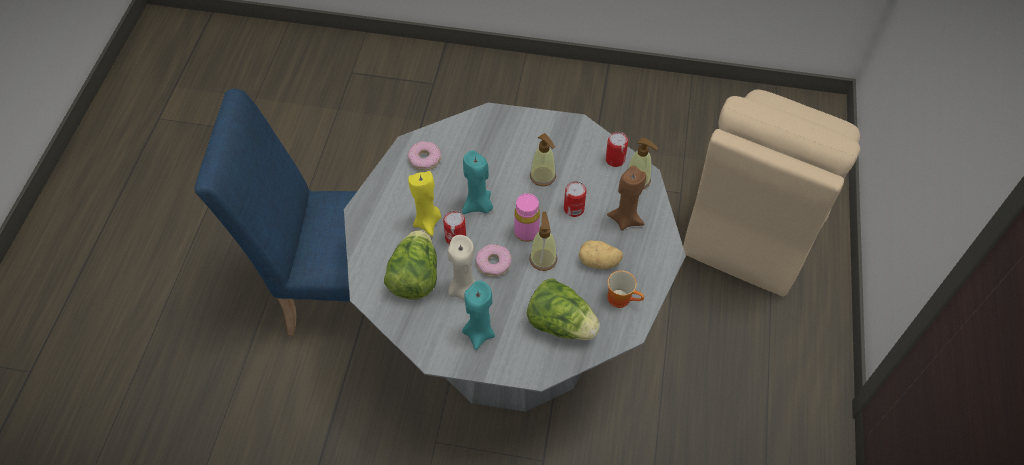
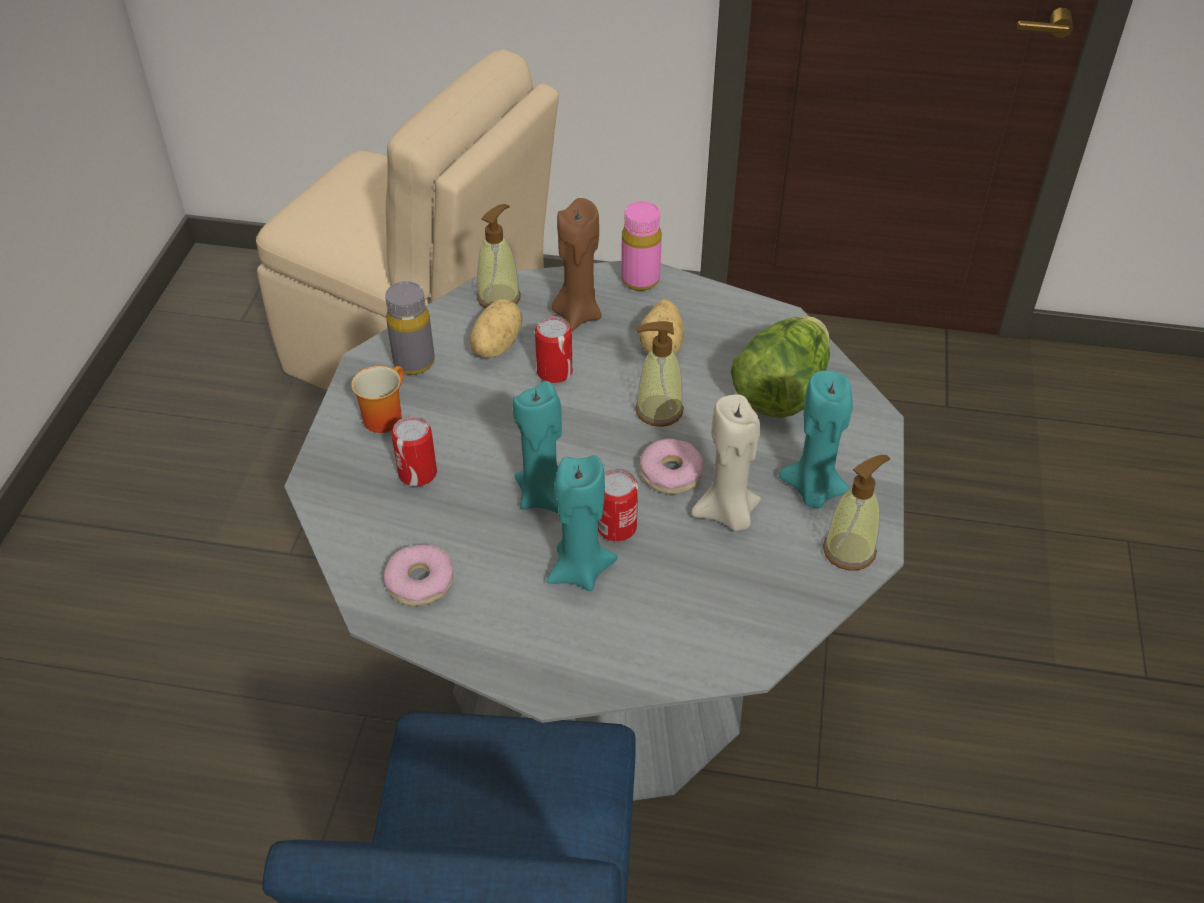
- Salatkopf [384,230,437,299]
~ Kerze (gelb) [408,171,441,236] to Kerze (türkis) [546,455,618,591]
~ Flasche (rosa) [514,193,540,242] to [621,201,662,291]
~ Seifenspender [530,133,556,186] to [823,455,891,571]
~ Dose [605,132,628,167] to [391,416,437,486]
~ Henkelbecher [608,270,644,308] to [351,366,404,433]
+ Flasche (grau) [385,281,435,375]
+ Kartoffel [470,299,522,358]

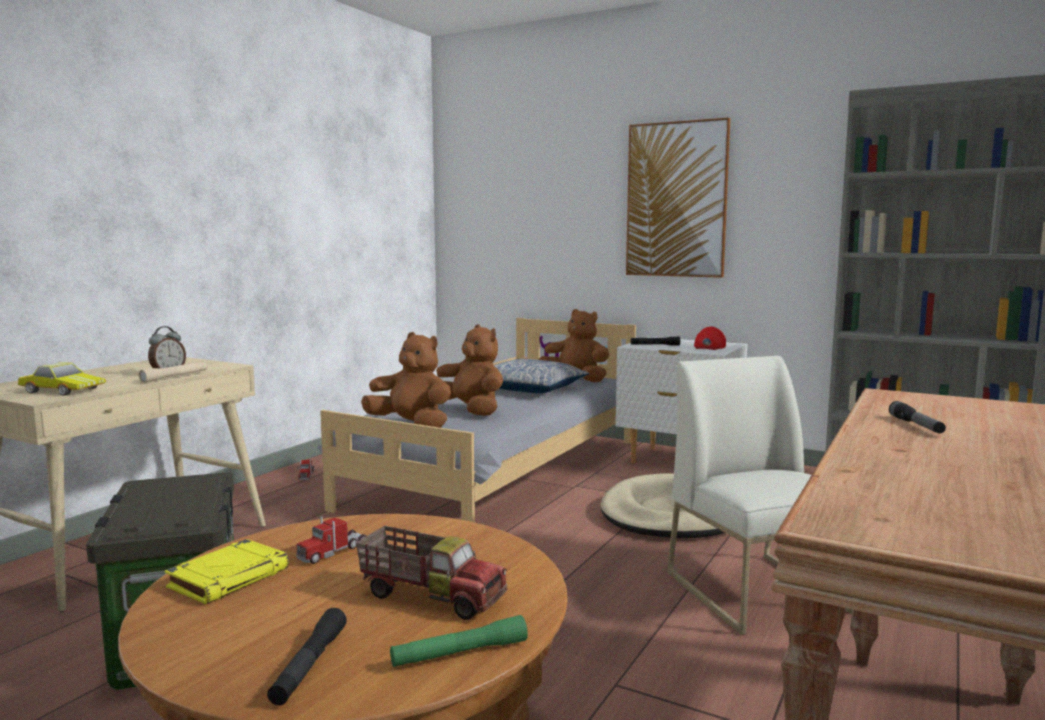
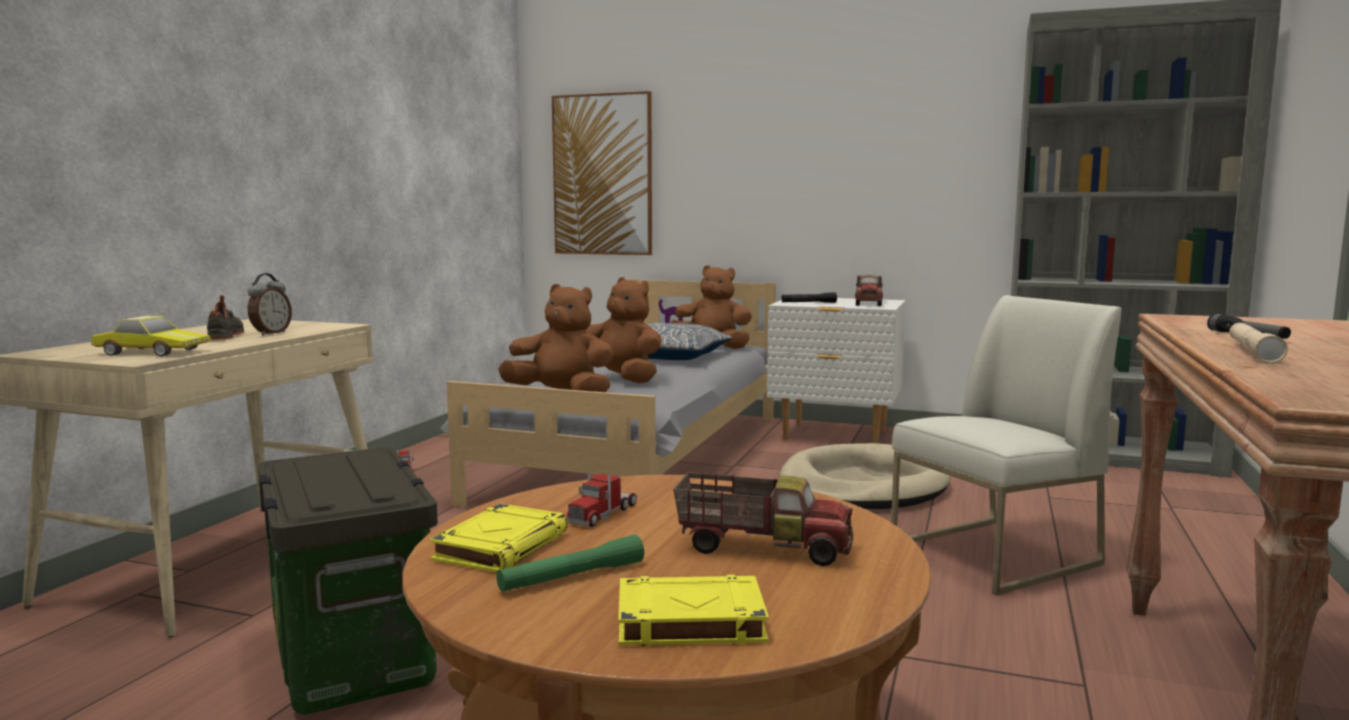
~ Taschenlampe (beige) [139,362,207,383] to [1229,322,1288,363]
~ Taschenlampe (schwarz) [267,608,347,706] to Buch (gelb) [618,575,769,646]
~ Taschenlampe (grün) [390,615,528,667] to [496,535,644,592]
~ Bild [626,118,731,278] to [552,91,652,255]
~ Stuhl (weiß) [667,356,853,635] = [891,295,1122,595] 90 degrees clockwise
~ Kappe (rot) [694,326,726,350] to Spielzeuglaster [855,275,883,306]
+ Schuh (schwarz) [207,295,244,340]

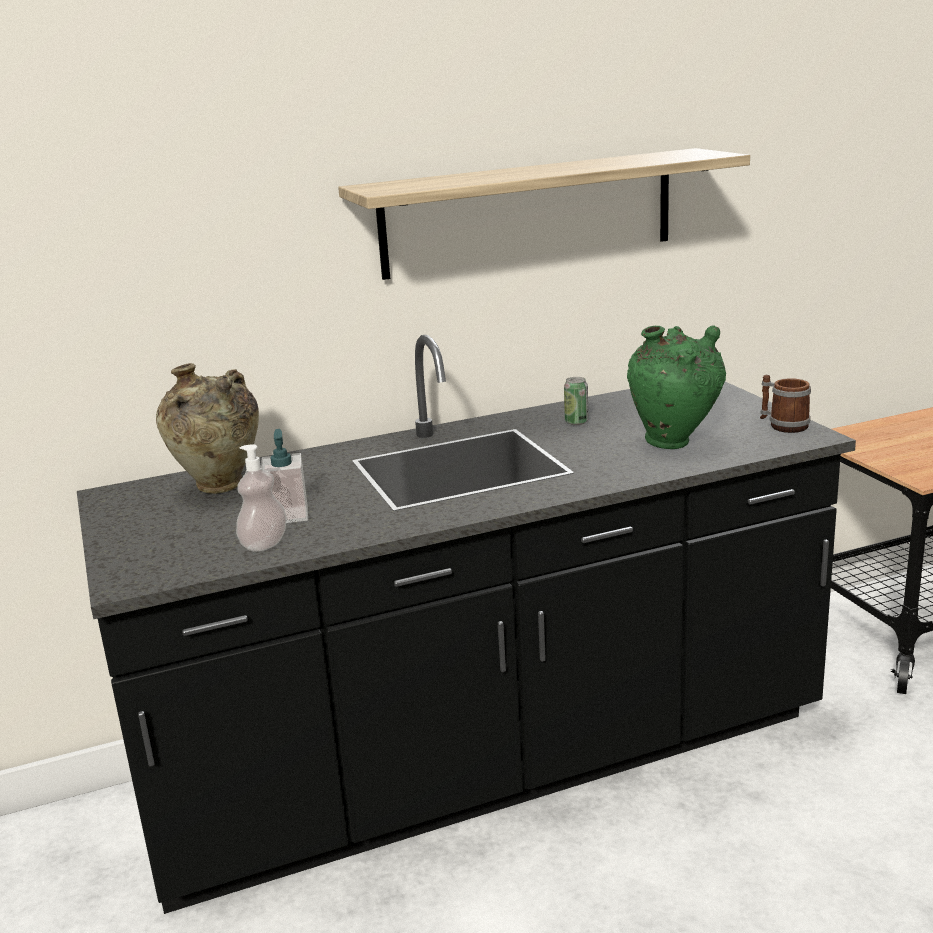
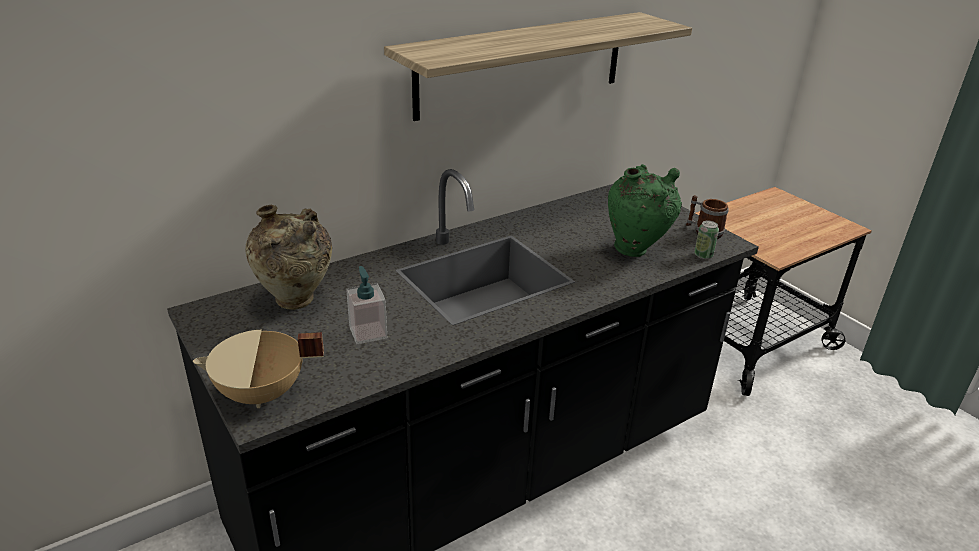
- Seifenspender [236,444,287,552]
~ Dose [564,377,588,425] to [694,221,719,259]
+ Kochtopf (beige) [193,329,324,408]

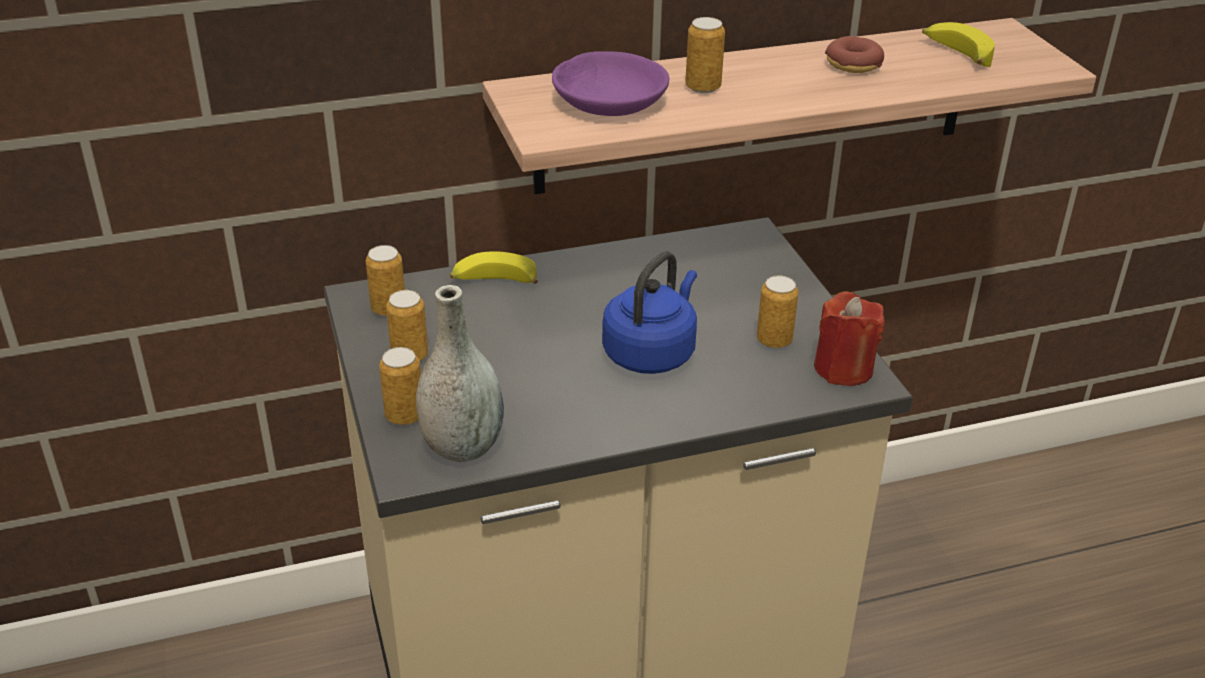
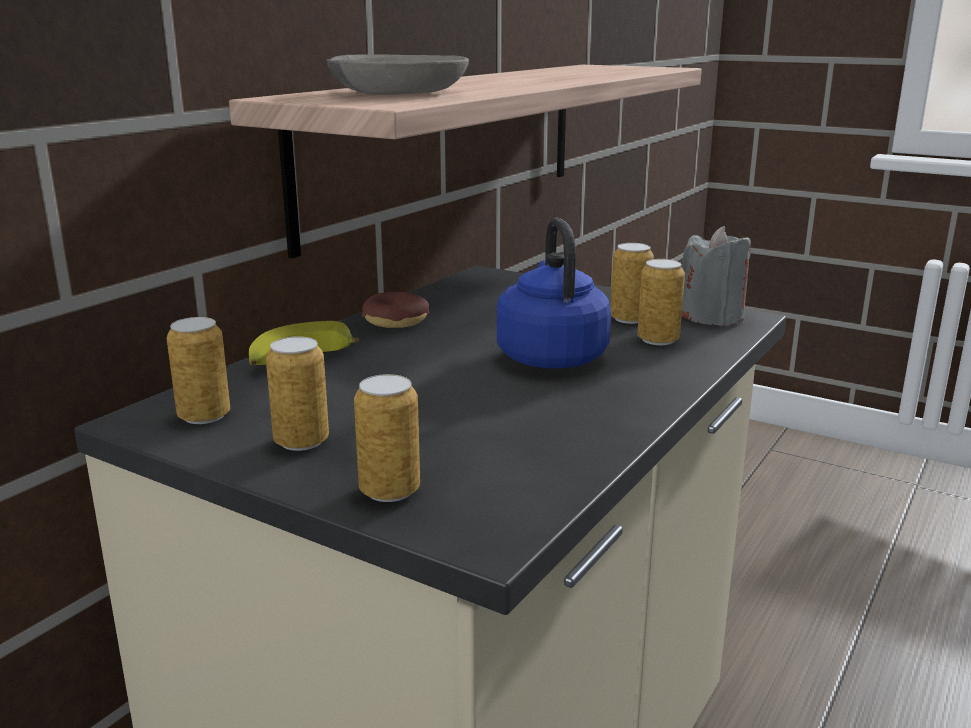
- Vase (grau) [416,285,504,462]
~ Schüssel (lila) [552,51,669,116] to Schüssel (grau) [326,54,469,95]
~ Dose [685,17,725,93] to [637,259,685,345]
~ Kerze (rot) [814,291,885,386] to Kerze (grau) [682,226,751,326]
~ Donut [825,36,884,73] to [362,292,429,328]
- Banane [922,22,995,67]

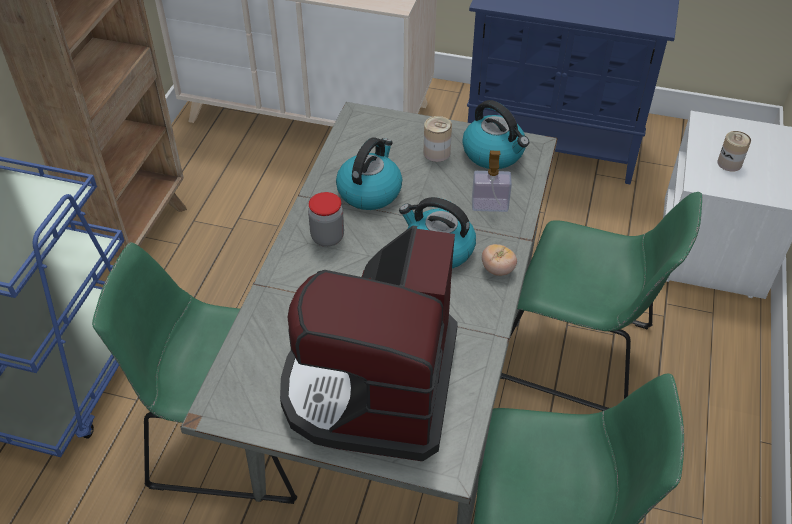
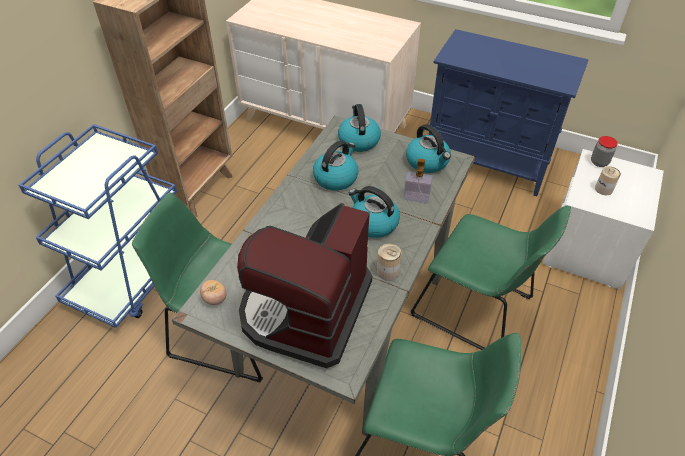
~ Vorratsglas [308,192,344,247] to [591,136,618,167]
~ Dose [424,116,452,162] to [377,244,401,281]
~ Tomate [482,244,517,276] to [200,280,226,305]
+ Wasserkessel [338,104,381,152]

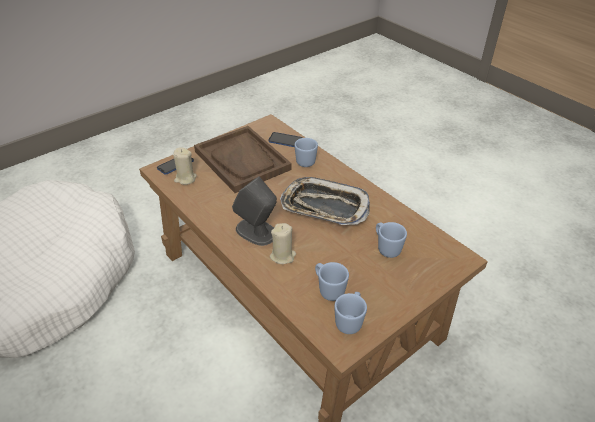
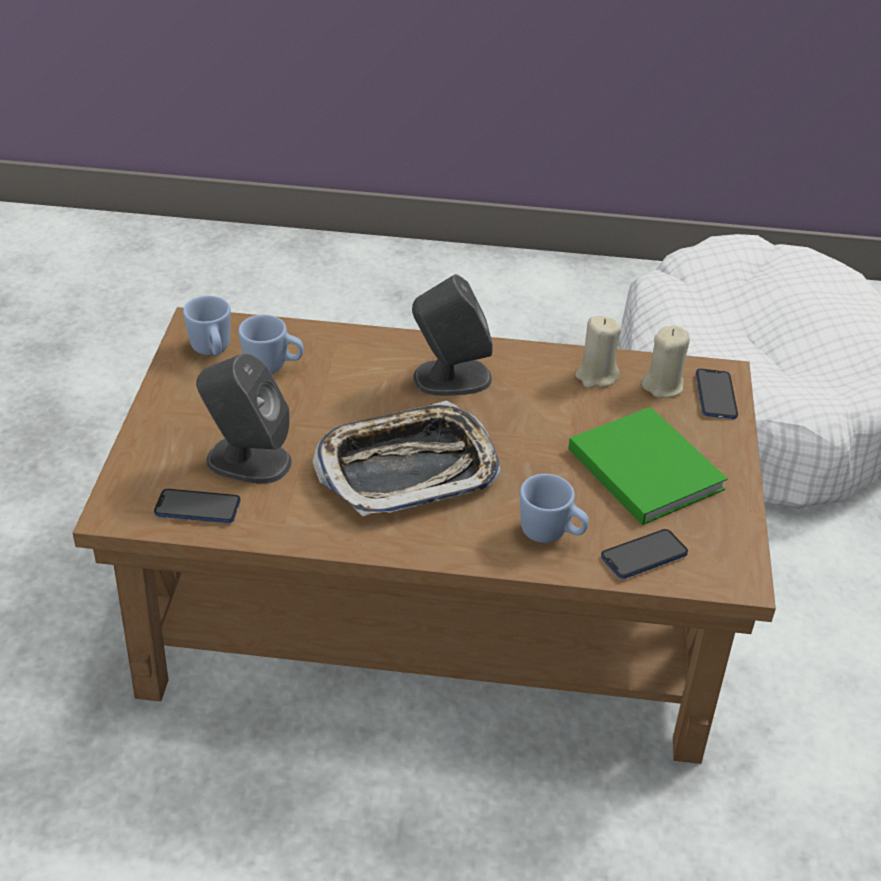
~ Tablett (braun) [194,126,292,193] to Buch (grün) [568,407,728,525]
~ Kerze (beige) [270,223,296,264] to [575,316,621,388]
~ Henkelbecher (blau) [376,222,407,258] to Lautsprecher (grau) [196,353,292,484]
+ Handy [154,489,241,523]

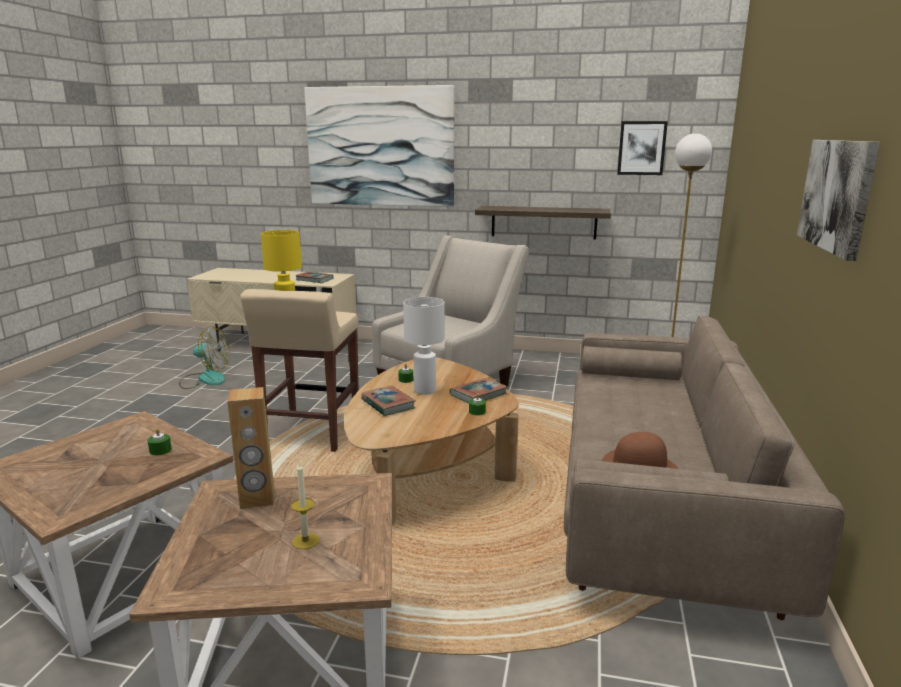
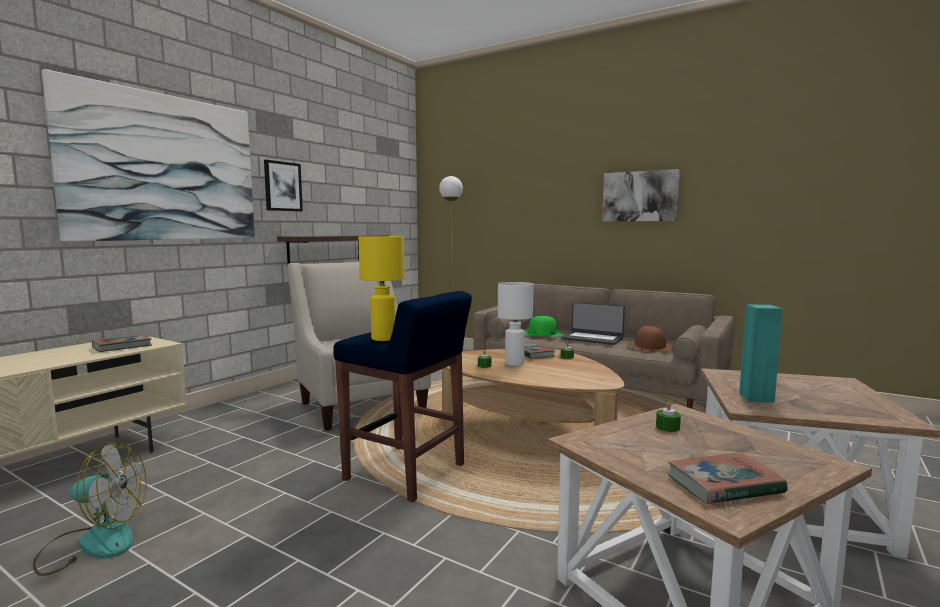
~ Ventilator [179,326,230,389] = [33,442,147,576] 60 degrees clockwise
~ Lautsprecher (braun) [227,387,275,509] to Lautsprecher (türkis) [739,304,783,403]
~ Hocker (beige) [240,289,359,452] to Hocker (blau) [333,291,472,502]
- Kerze [291,462,320,549]
~ Buch [361,386,415,416] to [668,453,788,504]
~ Bild [617,121,668,175] to [264,160,303,212]
+ Hut (grün) [525,316,563,337]
+ Laptop [561,302,625,345]

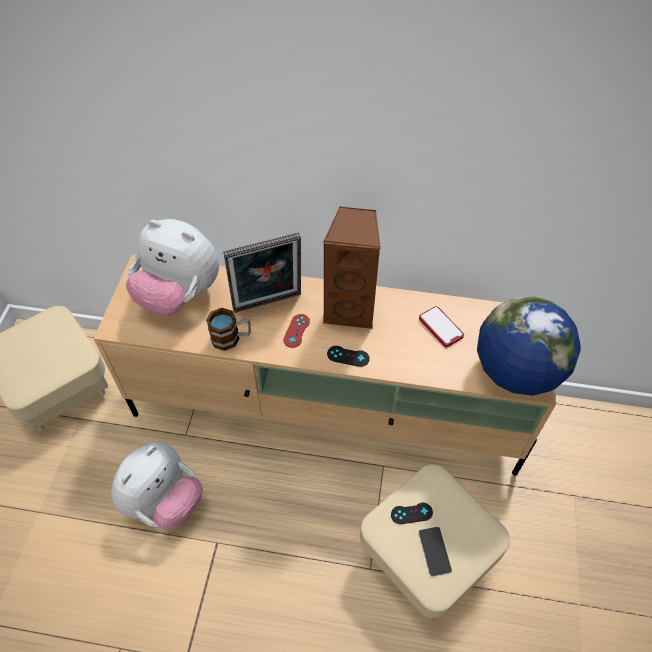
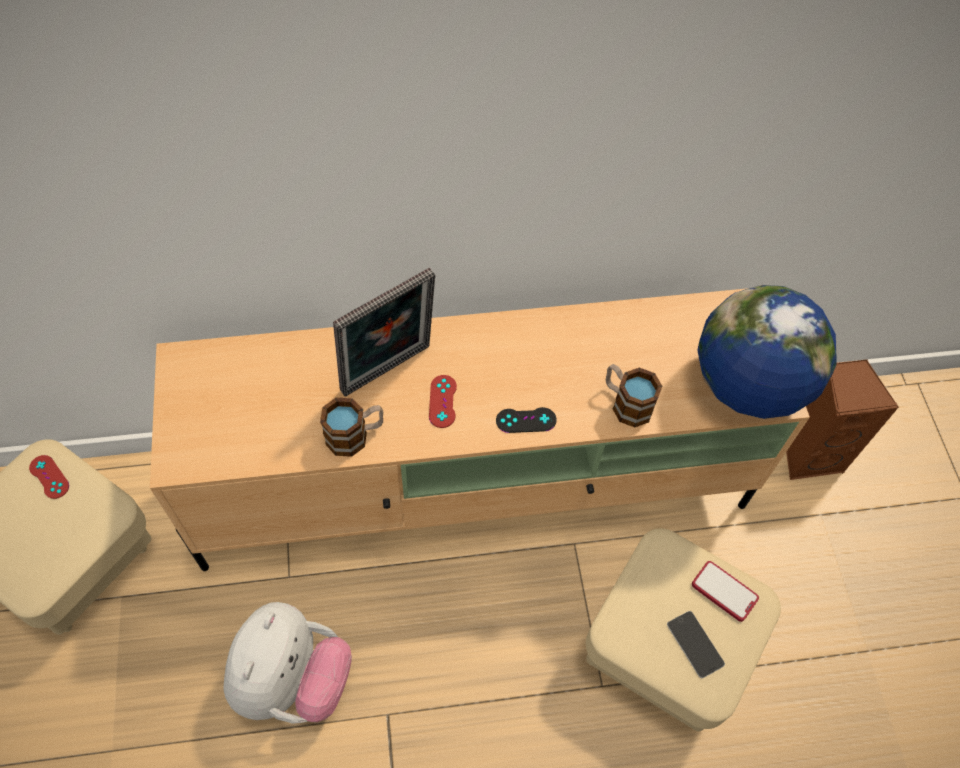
- Plüschtier [126,219,219,316]
~ Lautsprecher (braun) [323,206,381,329] to [786,359,899,480]
- Gamepad (schwarz) [391,503,433,524]
~ Handy [419,306,464,347] to [692,561,759,622]
+ Gamepad (rot) [29,455,69,499]
+ Henkelbecher [606,364,662,427]

